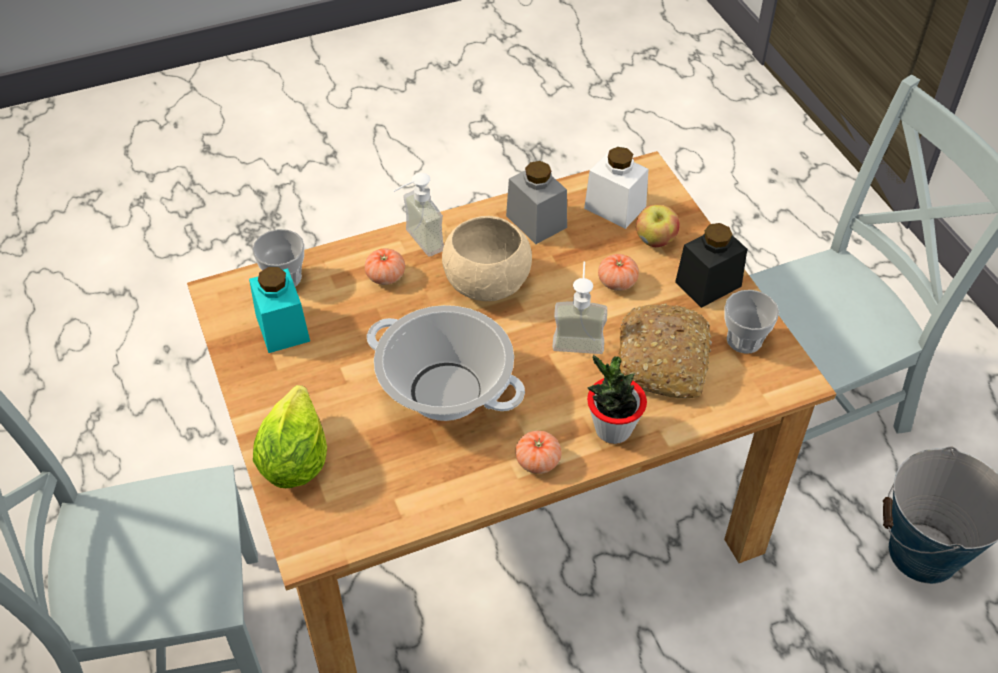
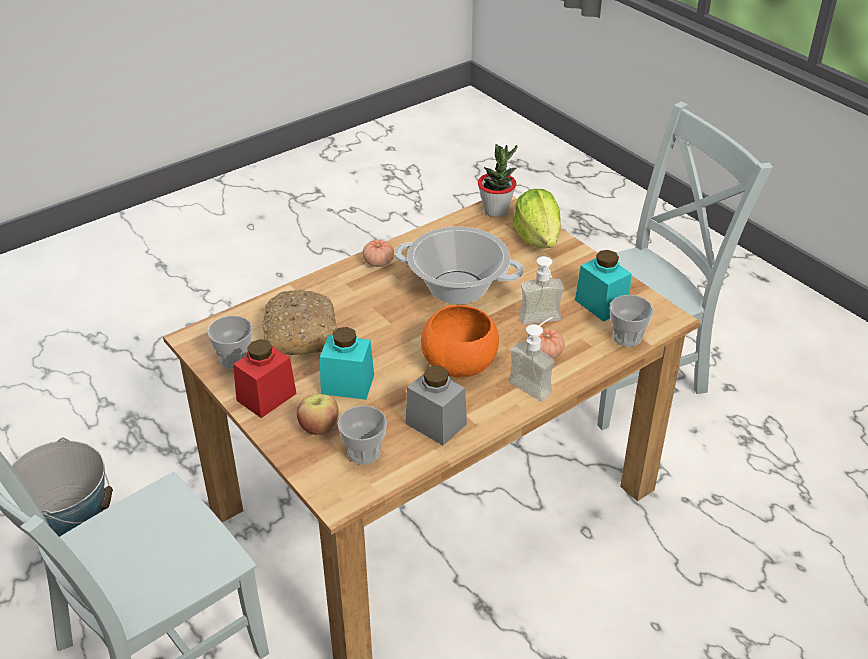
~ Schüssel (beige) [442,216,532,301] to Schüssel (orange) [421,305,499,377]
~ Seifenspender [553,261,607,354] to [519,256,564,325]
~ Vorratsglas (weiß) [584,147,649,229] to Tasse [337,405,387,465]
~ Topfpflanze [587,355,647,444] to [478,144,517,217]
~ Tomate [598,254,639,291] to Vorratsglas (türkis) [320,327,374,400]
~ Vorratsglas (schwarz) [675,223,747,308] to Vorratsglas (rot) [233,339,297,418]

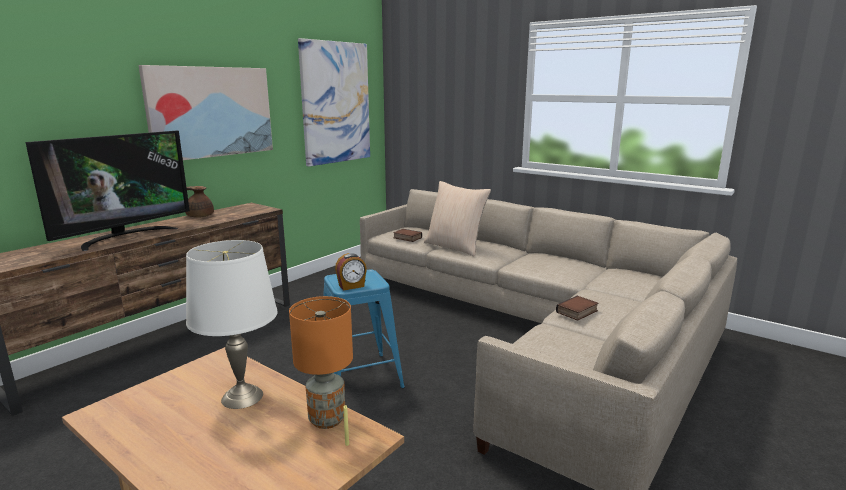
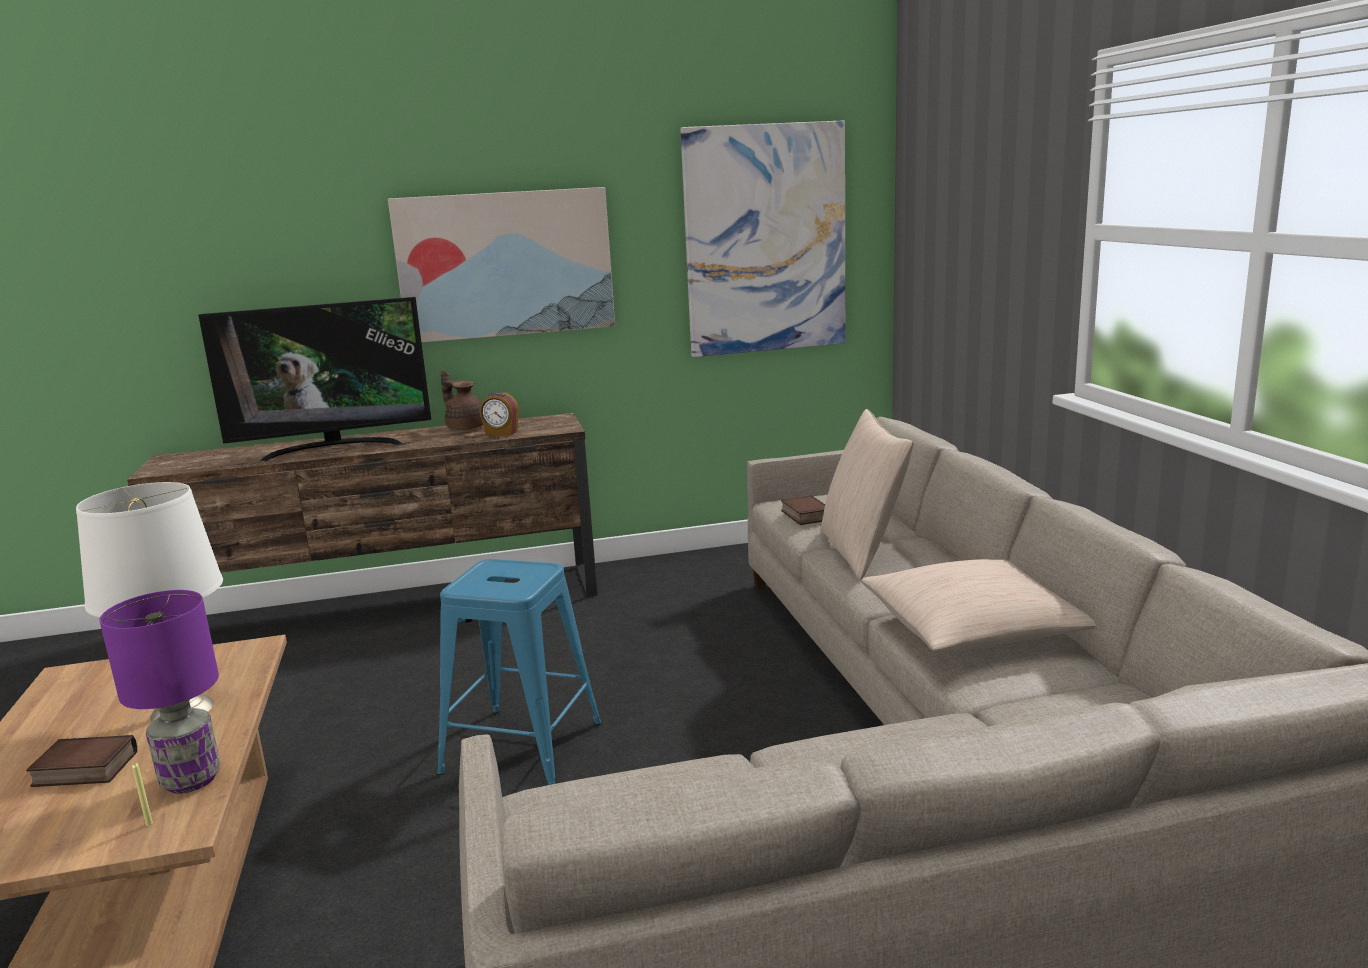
~ Tischlampe (orange) [289,296,353,429] to Tischlampe (lila) [100,590,220,794]
~ Wecker [335,253,367,290] to [479,391,519,436]
~ Buch [556,296,599,321] to [26,735,137,787]
+ Kissen (beige) [861,559,1096,652]

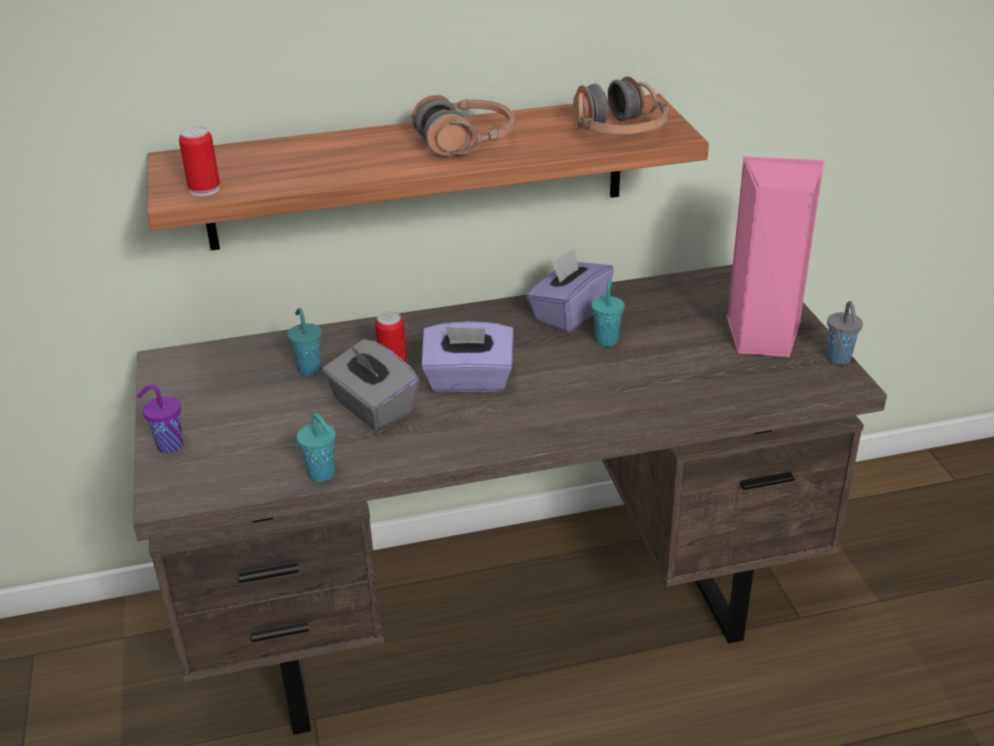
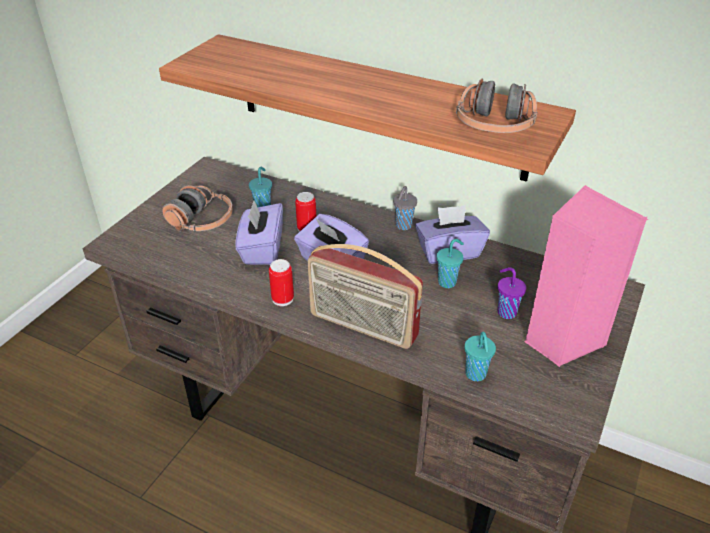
~ Tasse (lila) [137,384,183,453] to [498,267,526,319]
~ Dose [179,126,220,196] to [269,259,294,306]
~ Tasse (türkis) [297,413,336,482] to [465,332,496,381]
~ Taschentuchbox (grau) [322,339,419,430] to Taschentuchbox (lila) [236,200,283,265]
~ Kopfhörer [411,95,515,156] to [162,185,233,232]
~ Tasse (grau) [827,301,863,365] to [393,186,417,230]
+ Radio [308,244,423,349]

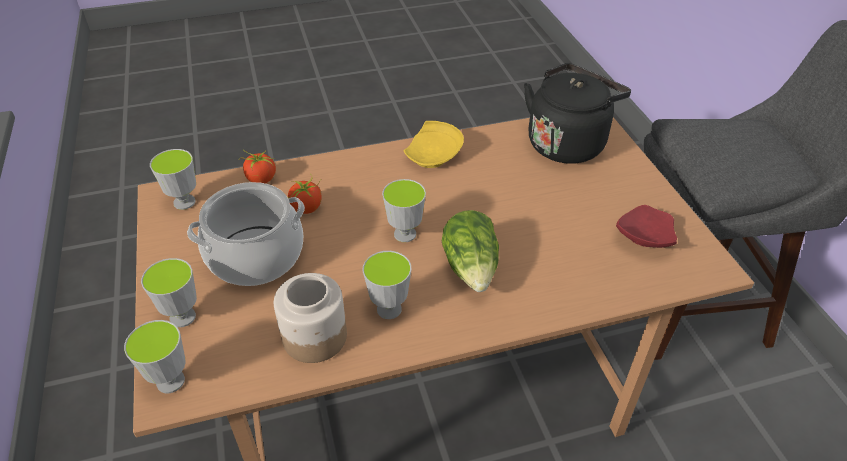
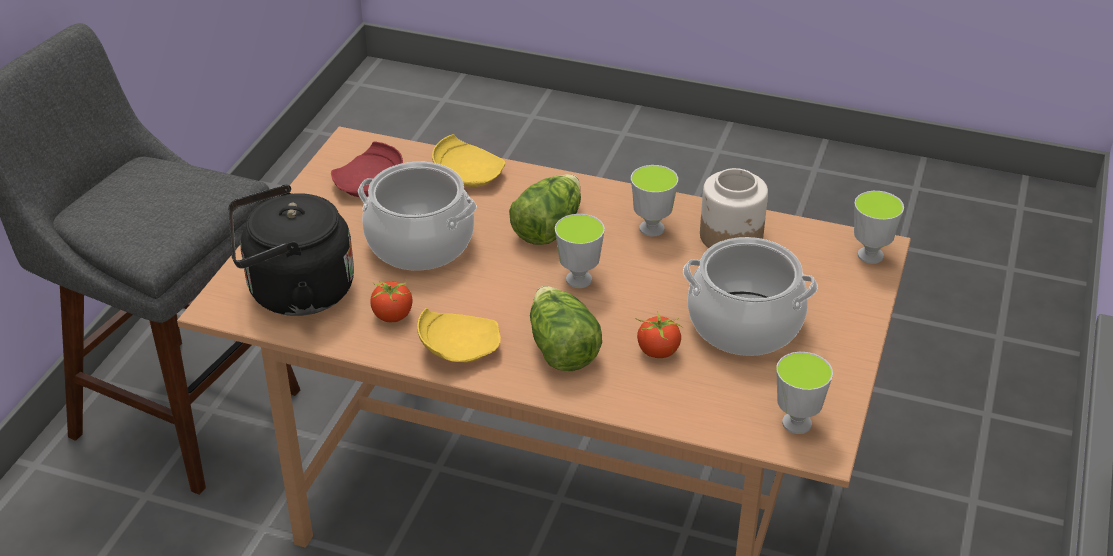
- Tasse [141,258,197,327]
~ Tomate [239,150,276,184] to [370,280,412,322]
+ Kochtopf [358,161,477,271]
+ Teller (gelb) [432,134,506,187]
+ Salatkopf [530,286,602,371]

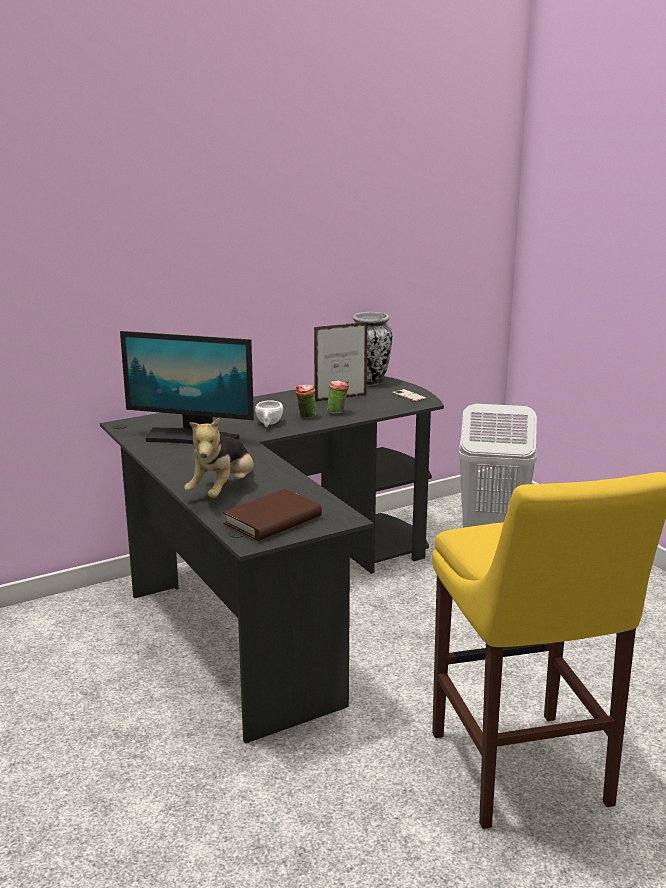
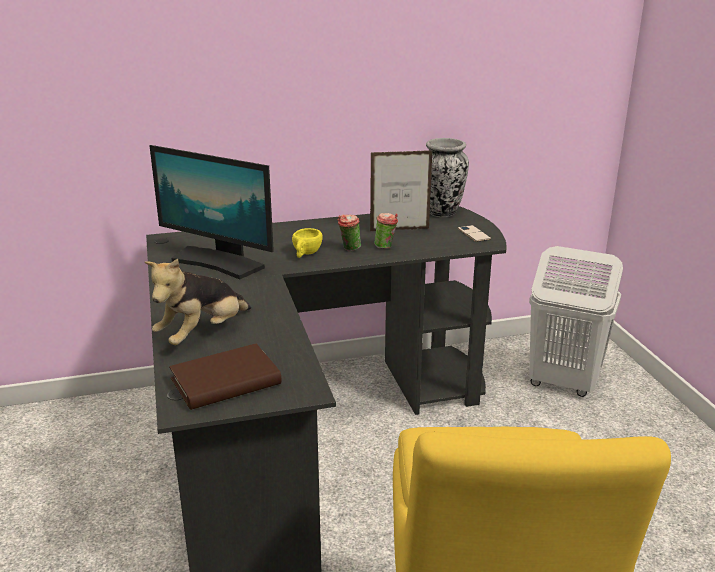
~ Tasse (weiß) [255,400,283,427] to Tasse (gelb) [292,228,323,258]

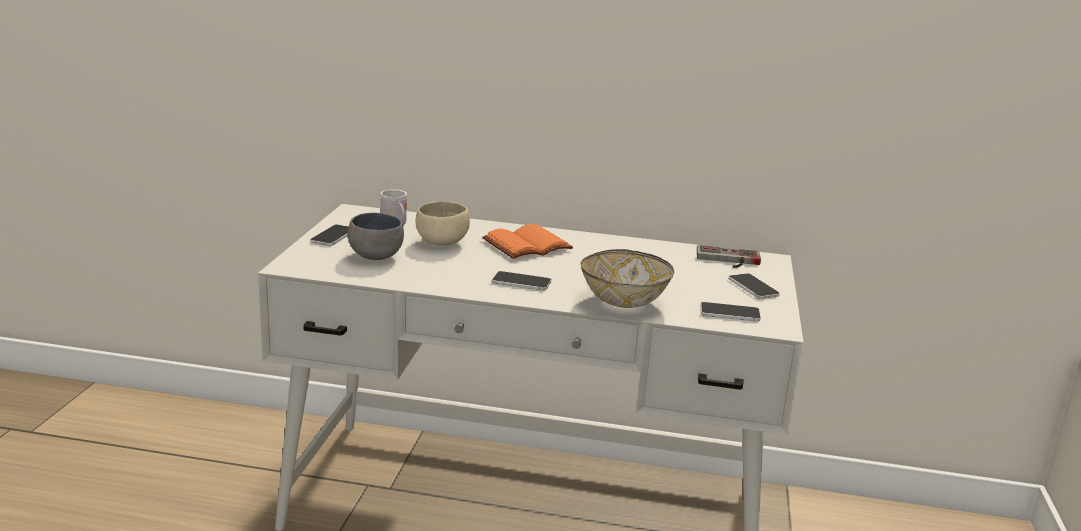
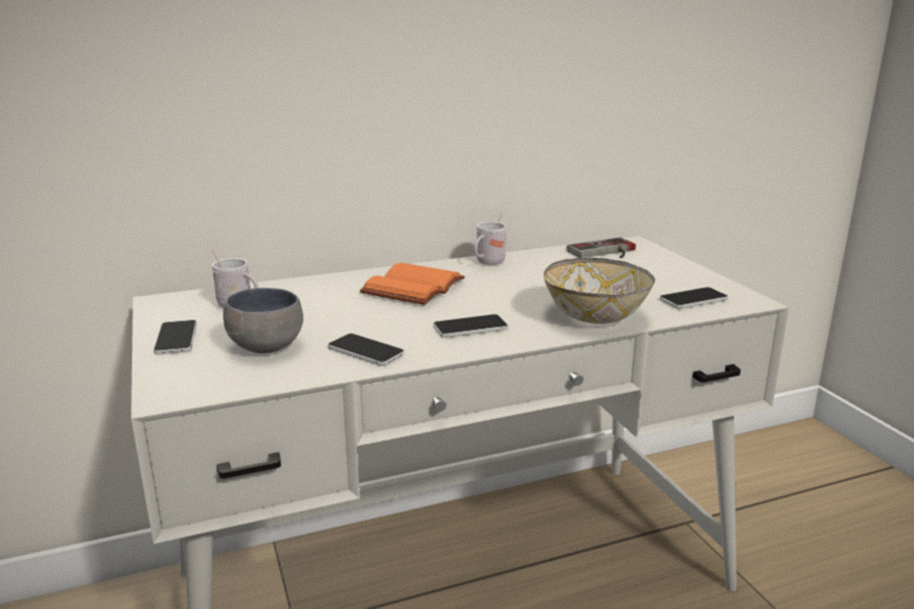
- Schüssel (beige) [415,201,470,246]
~ Handy [729,273,780,299] to [328,333,404,366]
+ Henkelbecher (weiß) [474,212,506,265]

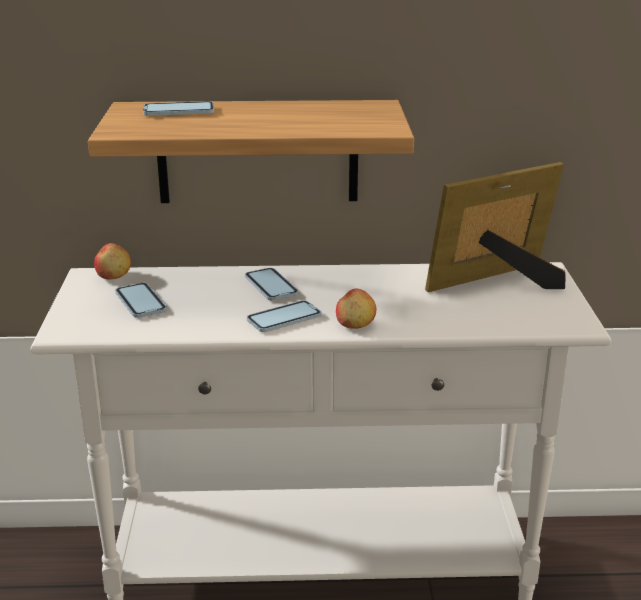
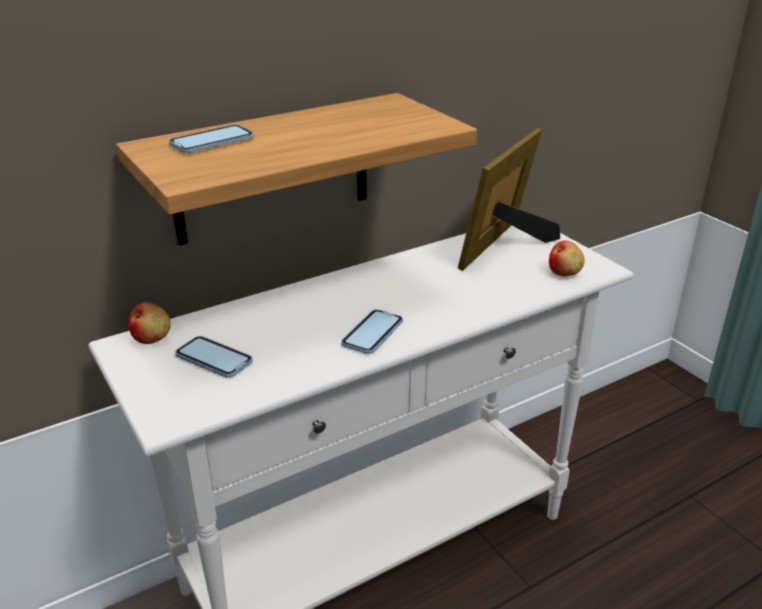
- Handy [245,268,298,301]
~ Apfel [336,289,376,329] to [549,240,585,276]

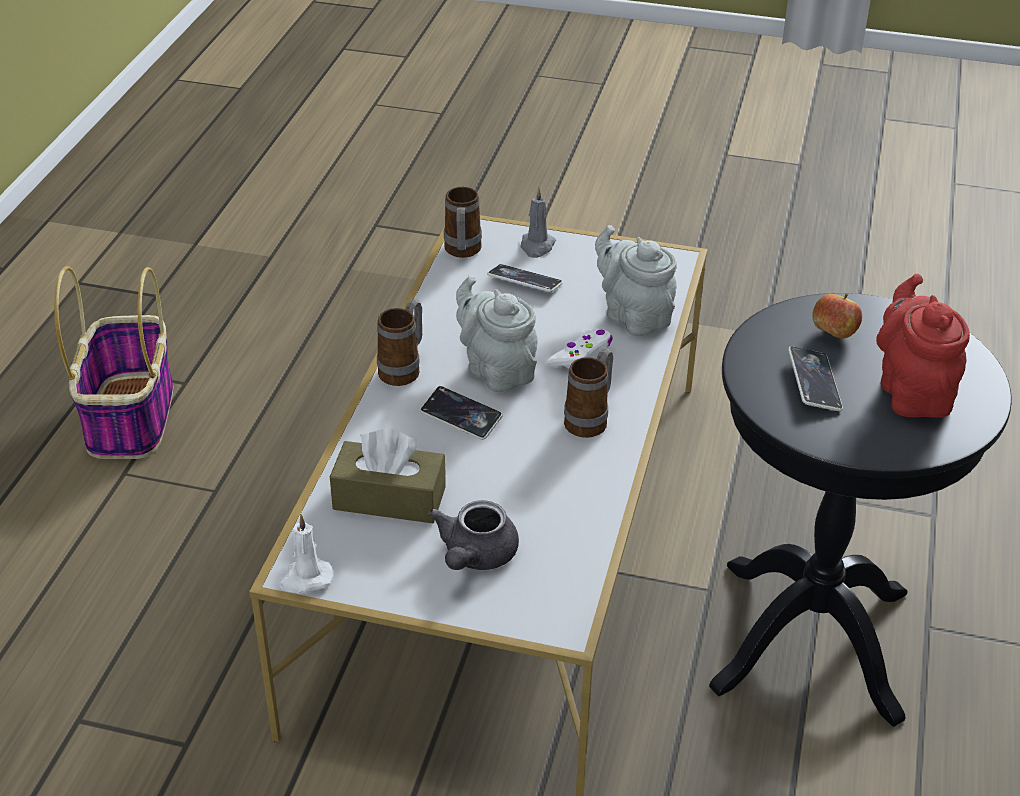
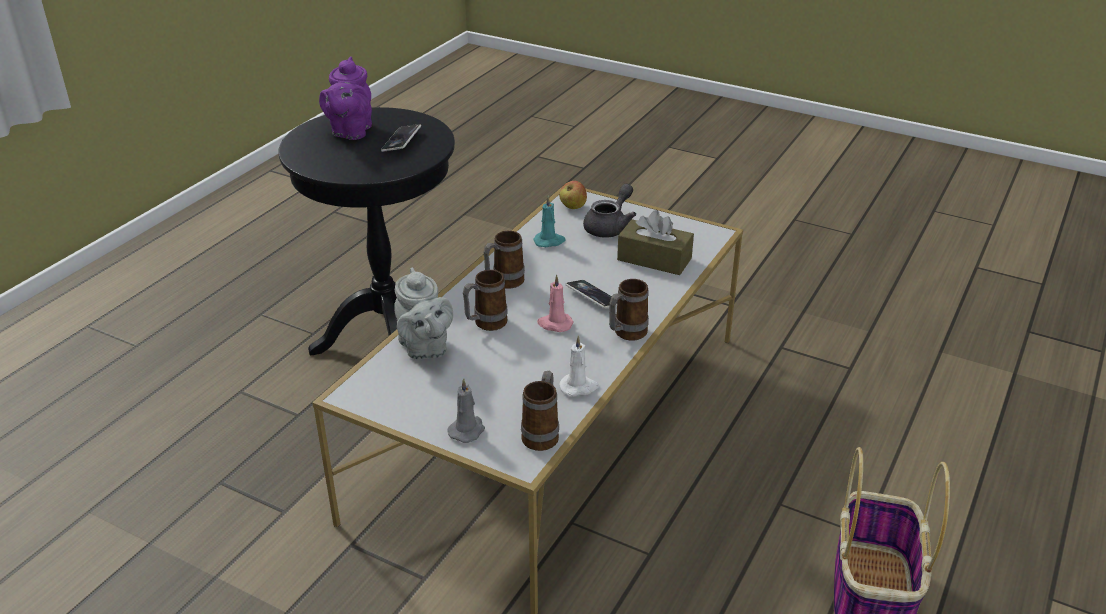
~ Kerze (weiß) [279,514,334,594] to [559,335,599,396]
~ Teekanne (grau) [456,275,538,393] to Kerze (rosa) [537,274,574,332]
- Handy [487,264,563,292]
~ Gamepad (weiß) [547,329,613,368] to Henkelbecher [463,270,508,331]
~ Apfel [812,294,862,339] to [559,181,587,209]
~ Teekanne (rot) [876,274,970,418] to Teekanne (lila) [319,57,372,140]
+ Kerze (türkis) [533,195,565,247]

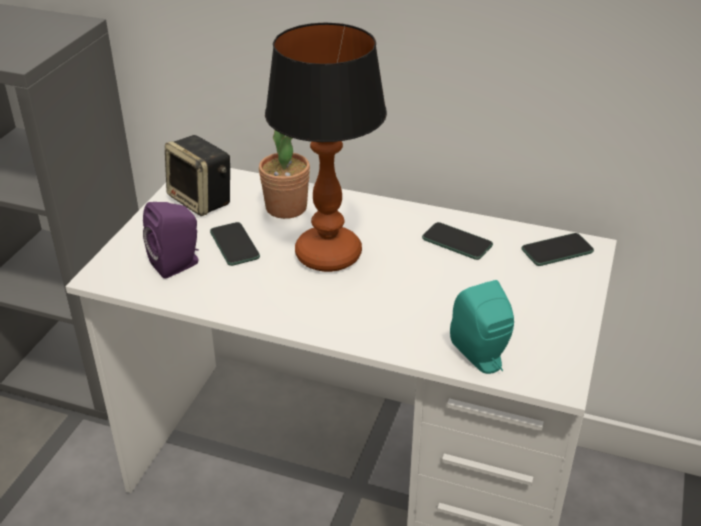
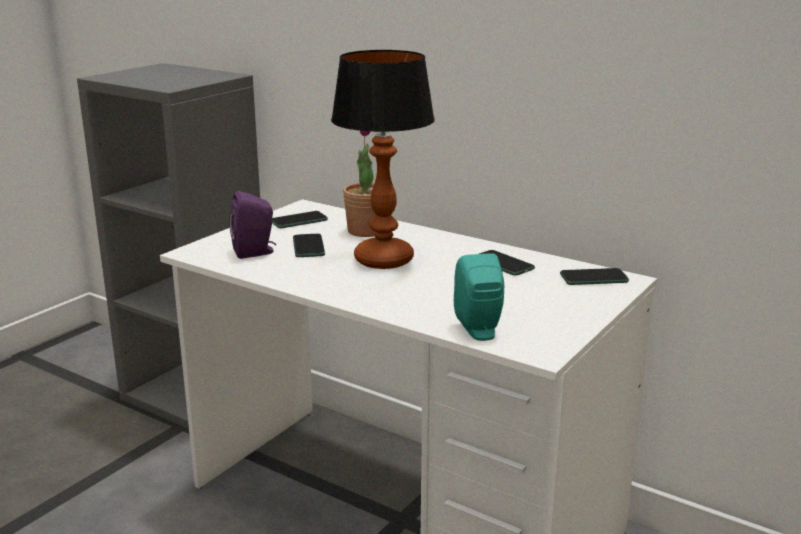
~ Lautsprecher [165,135,230,216] to Handy [272,211,328,228]

